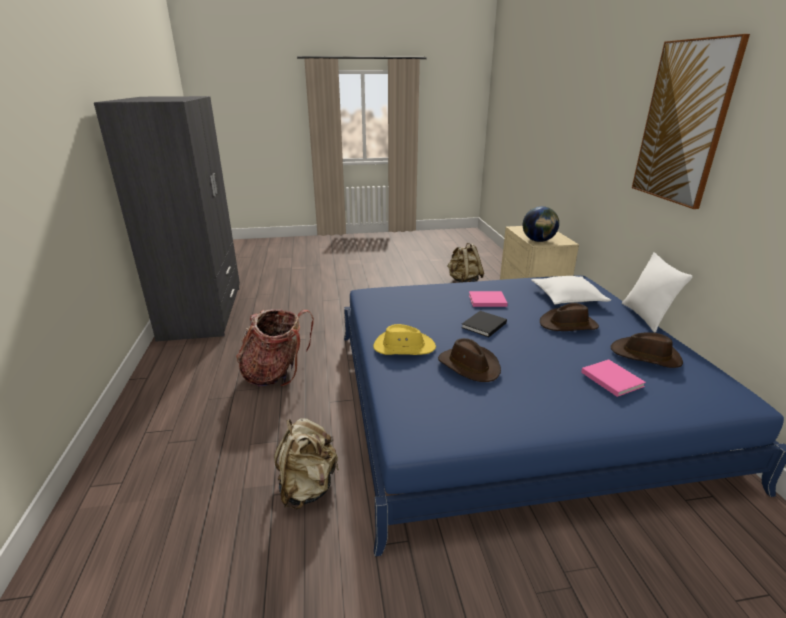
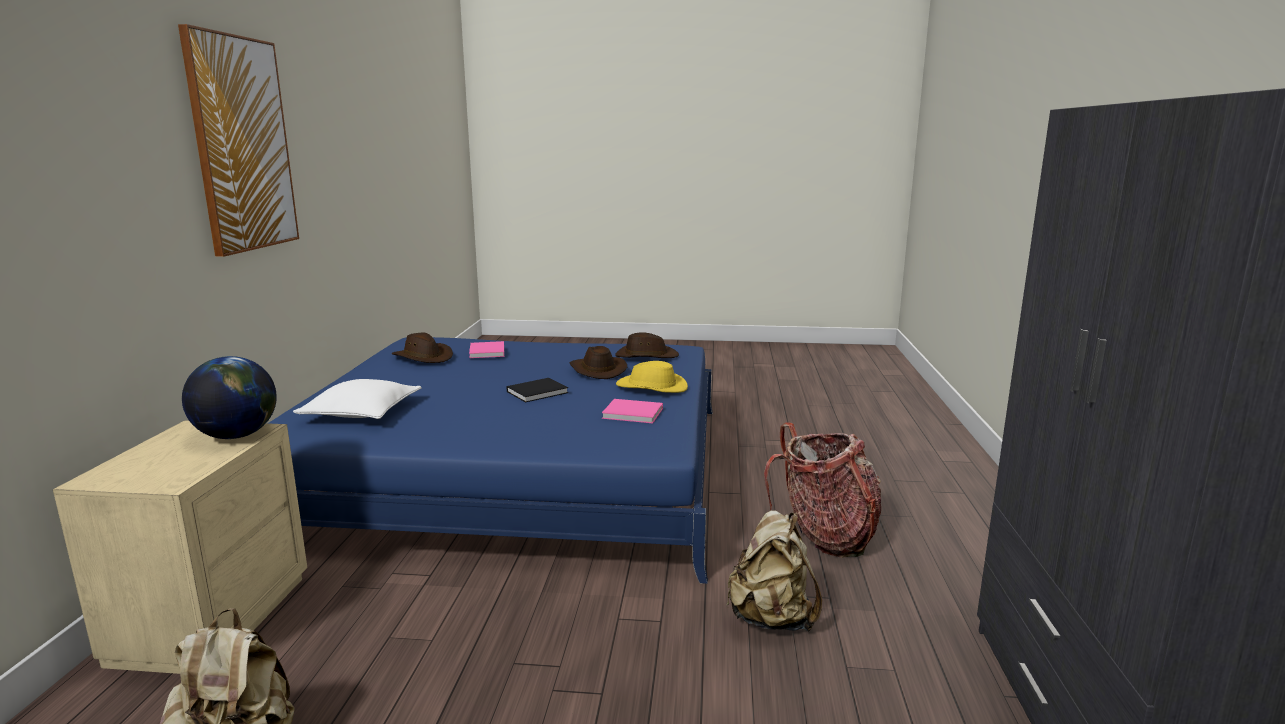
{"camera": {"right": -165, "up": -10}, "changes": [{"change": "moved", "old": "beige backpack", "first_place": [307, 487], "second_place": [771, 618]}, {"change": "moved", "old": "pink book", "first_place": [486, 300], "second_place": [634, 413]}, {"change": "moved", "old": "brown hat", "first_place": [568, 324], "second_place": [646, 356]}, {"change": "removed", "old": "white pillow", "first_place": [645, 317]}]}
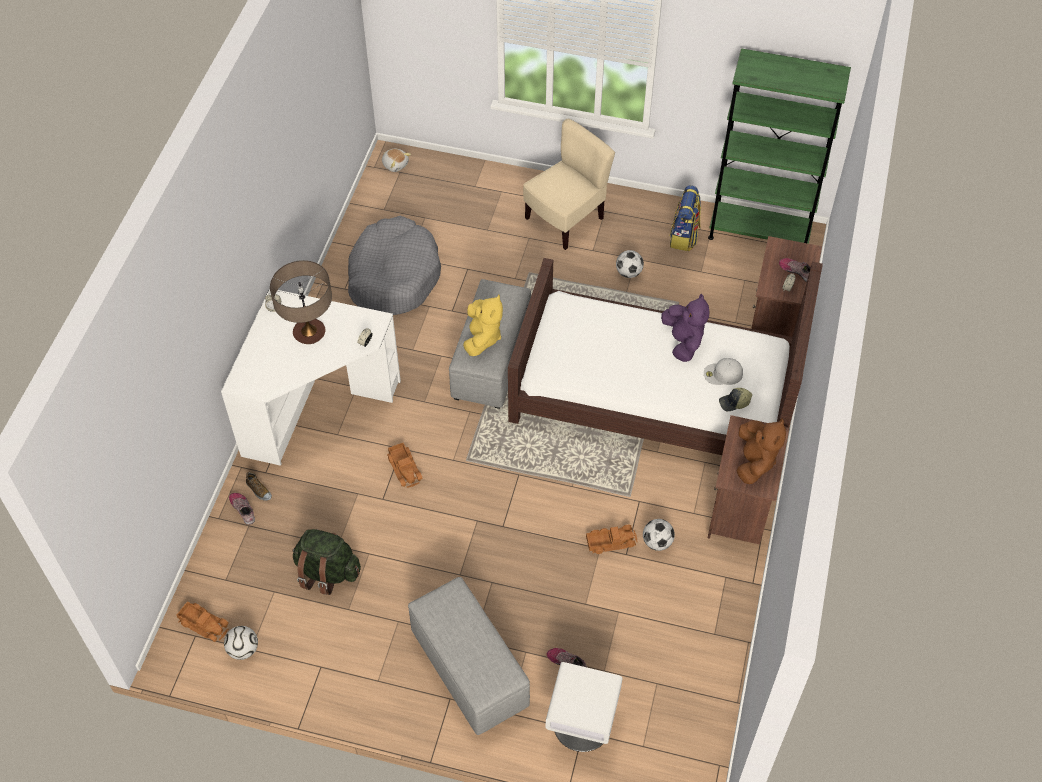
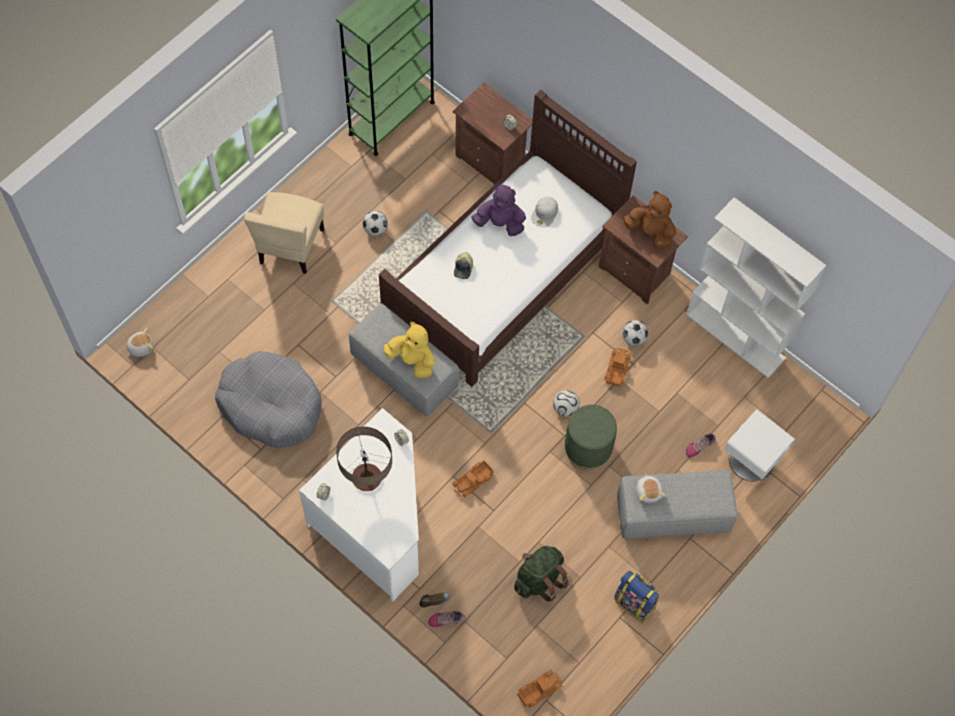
{"camera": {"right": -65, "up": 10}, "changes": [{"change": "moved", "old": "football", "first_place": [243, 649], "second_place": [565, 408]}, {"change": "turned", "old": "toy truck", "first_place": [405, 468], "second_place": [473, 481], "degrees": 135}, {"change": "turned", "old": "beige chair", "first_place": [565, 219], "second_place": [290, 246], "degrees": -150}, {"change": "moved", "old": "backpack", "first_place": [684, 237], "second_place": [635, 603]}, {"change": "moved", "old": "cap", "first_place": [734, 403], "second_place": [463, 268]}, {"change": "removed", "old": "shoe", "first_place": [797, 271]}, {"change": "added", "new": "green ottoman", "second_place": [588, 447]}, {"change": "added", "new": "plush toy", "second_place": [649, 492]}, {"change": "added", "new": "white bookcase", "second_place": [736, 336]}]}
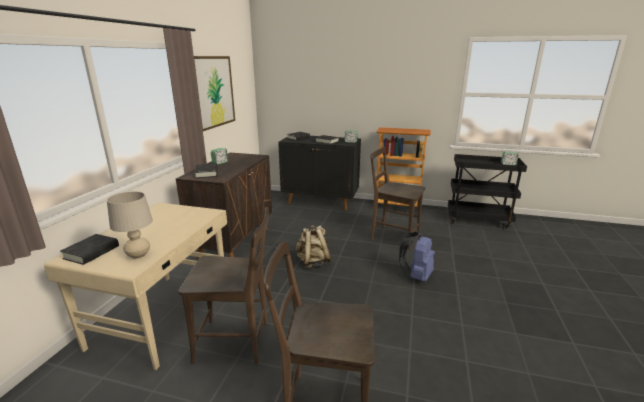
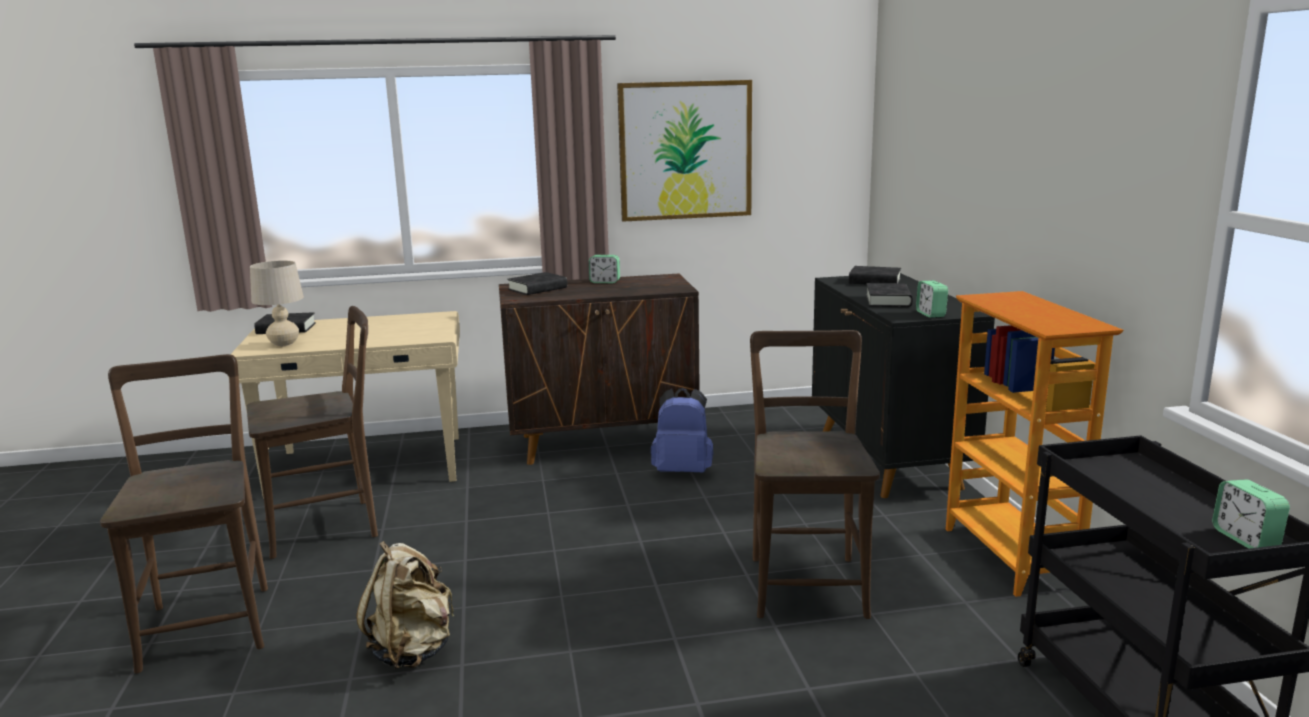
{"camera": {"right": 65, "up": -5}, "changes": [{"change": "turned", "old": "brown chair", "first_place": [237, 341], "second_place": [329, 527], "degrees": -90}, {"change": "moved", "old": "beige backpack", "first_place": [313, 262], "second_place": [413, 650]}, {"change": "moved", "old": "blue backpack", "first_place": [416, 276], "second_place": [683, 471]}]}
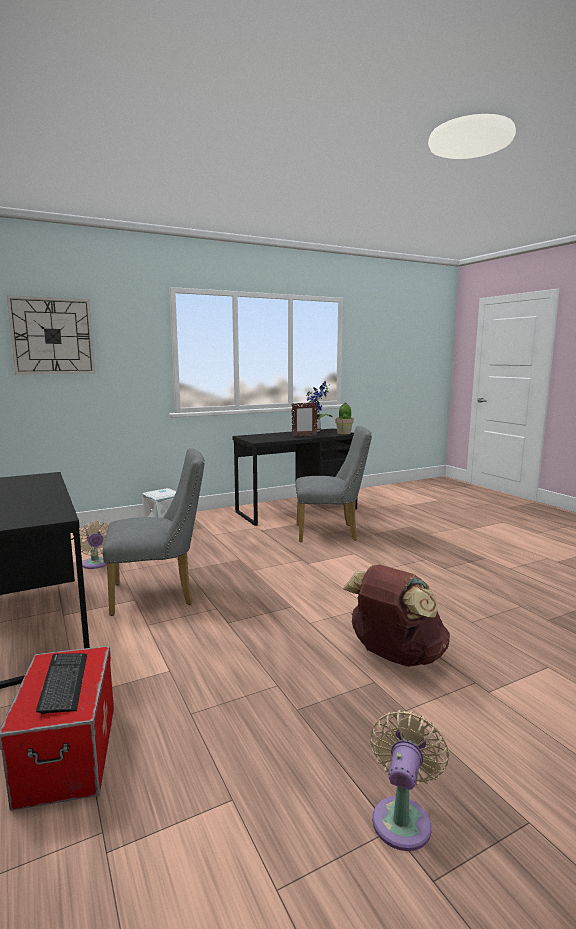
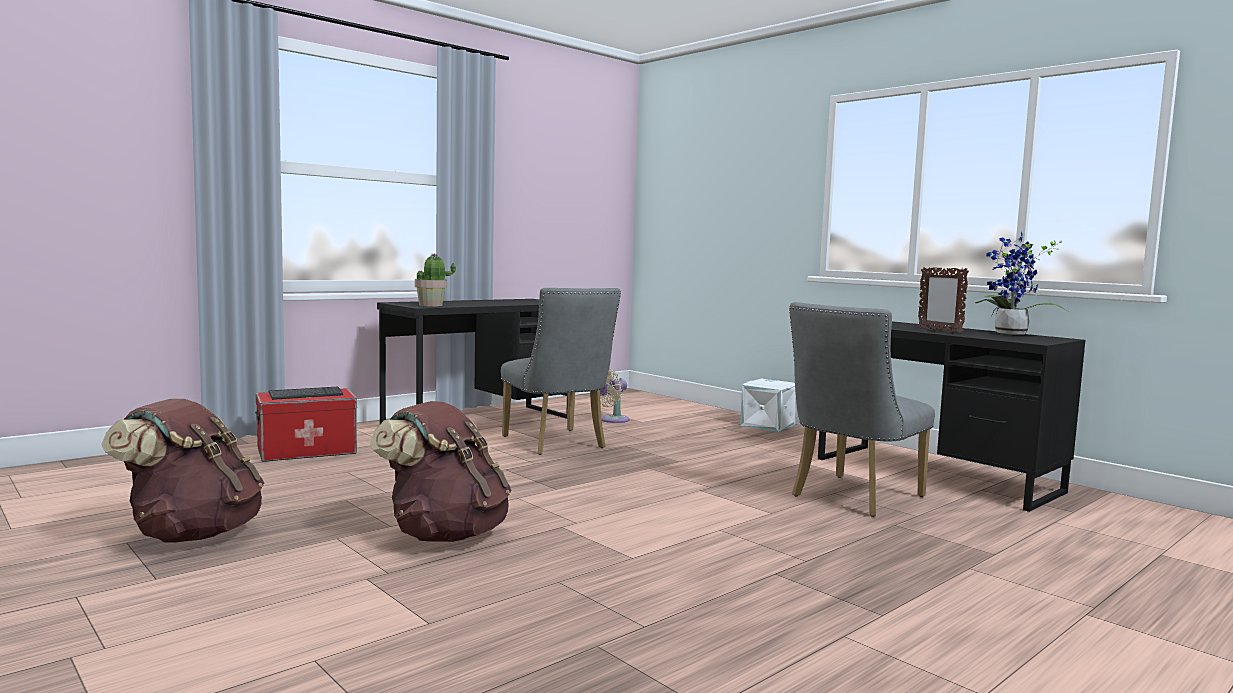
{"camera": {"right": 75, "up": -5}, "changes": [{"change": "removed", "old": "wall clock", "first_place": [52, 336]}, {"change": "turned", "old": "grey chair", "first_place": [331, 533], "second_place": [851, 498], "degrees": 60}, {"change": "moved", "old": "potted plant", "first_place": [344, 433], "second_place": [431, 305]}, {"change": "replaced", "old": "beige fan", "new": "brown backpack", "first_place": [402, 817], "second_place": [192, 534]}]}
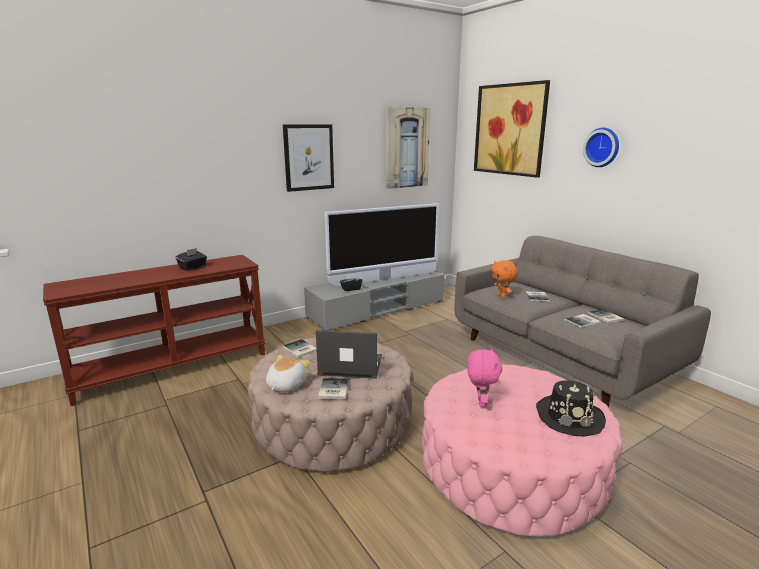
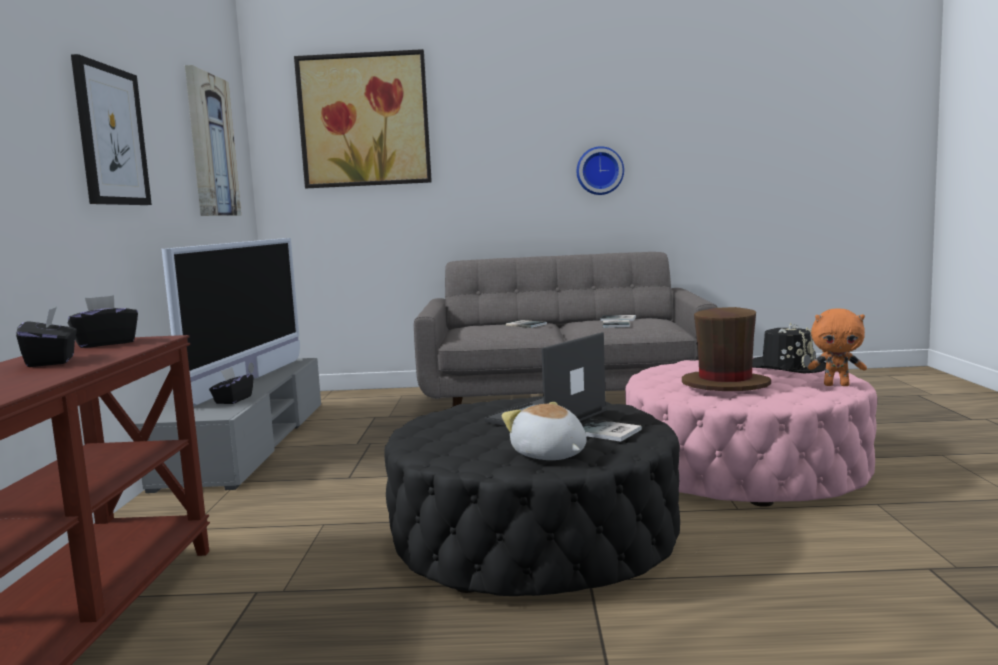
{"camera": {"right": -55, "up": -10}, "changes": [{"change": "recoloured", "old": "beige ottoman", "new": "black ottoman", "first_place": [333, 422], "second_place": [533, 536]}, {"change": "removed", "old": "book", "first_place": [300, 349]}, {"change": "replaced", "old": "pink plush toy", "new": "brown hat", "first_place": [480, 402], "second_place": [725, 385]}, {"change": "moved", "old": "orange plush toy", "first_place": [502, 296], "second_place": [836, 385]}, {"change": "moved", "old": "wall clock", "first_place": [602, 147], "second_place": [599, 171]}, {"change": "added", "new": "black tissue box", "second_place": [105, 343]}]}
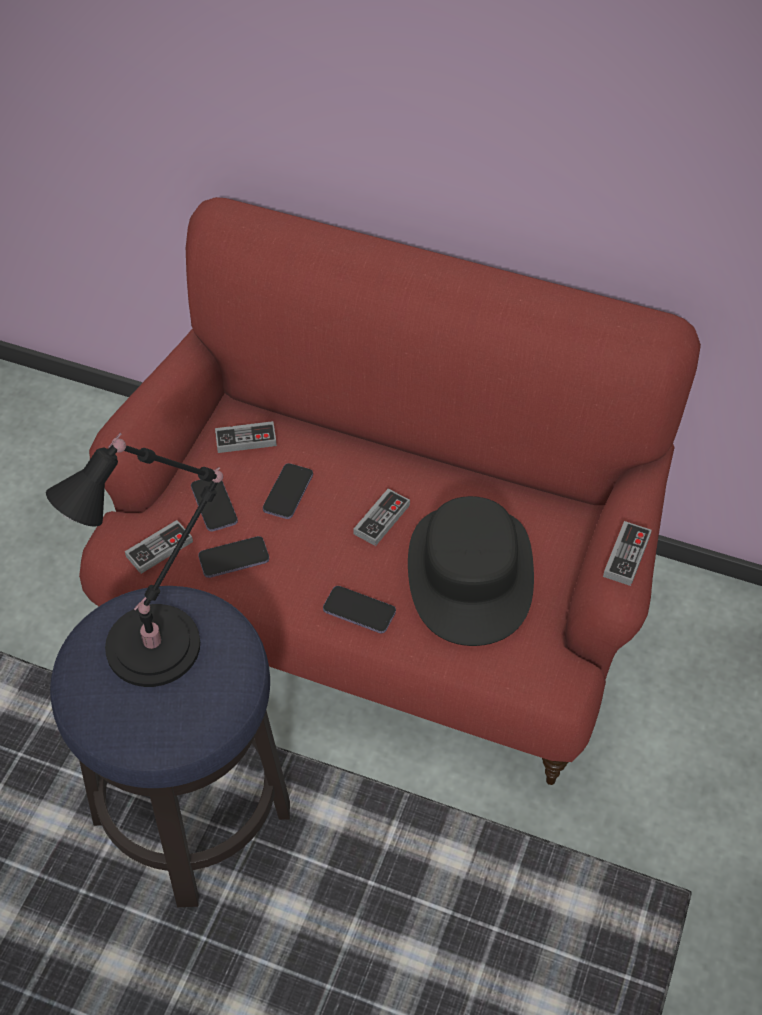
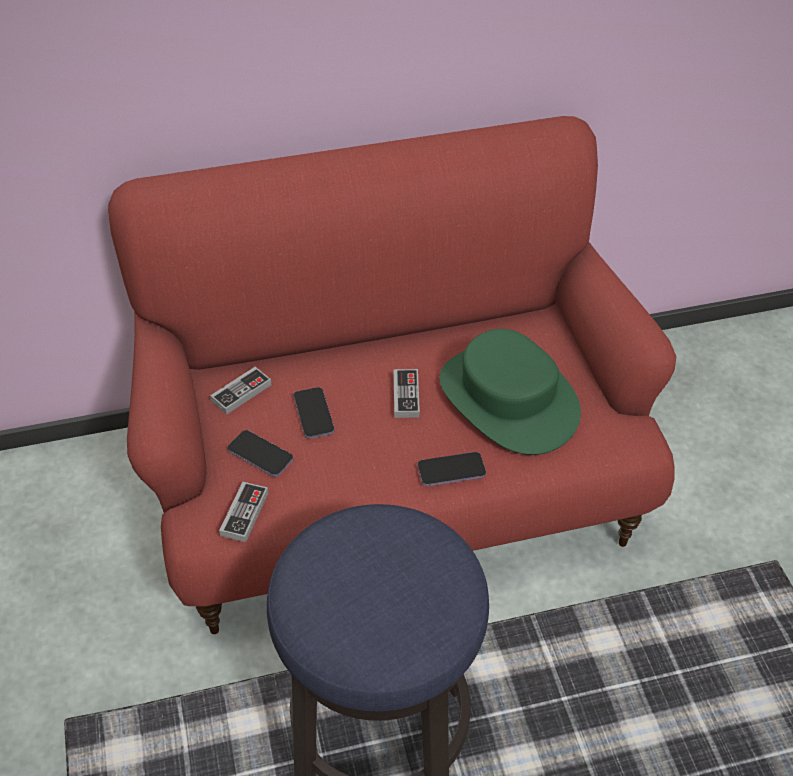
{"camera": {"right": -35, "up": -5}, "changes": [{"change": "removed", "old": "black table lamp", "first_place": [160, 641]}, {"change": "removed", "old": "phone", "first_place": [234, 558]}, {"change": "recoloured", "old": "black hat", "new": "green hat", "first_place": [469, 573], "second_place": [507, 399]}, {"change": "removed", "old": "game controller", "first_place": [626, 556]}]}
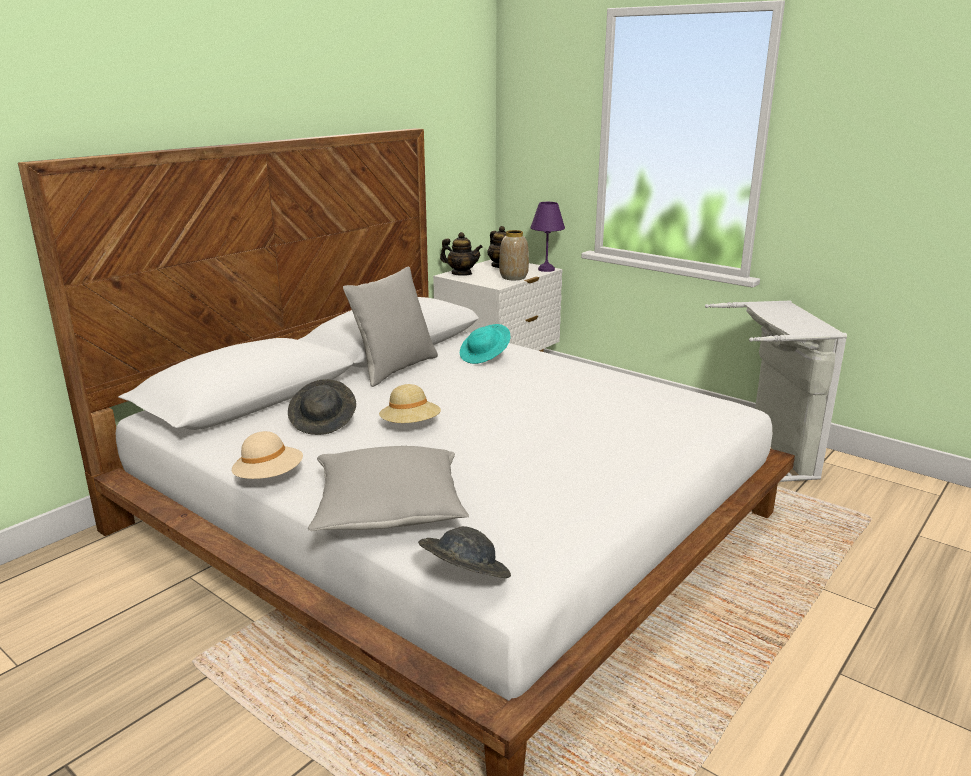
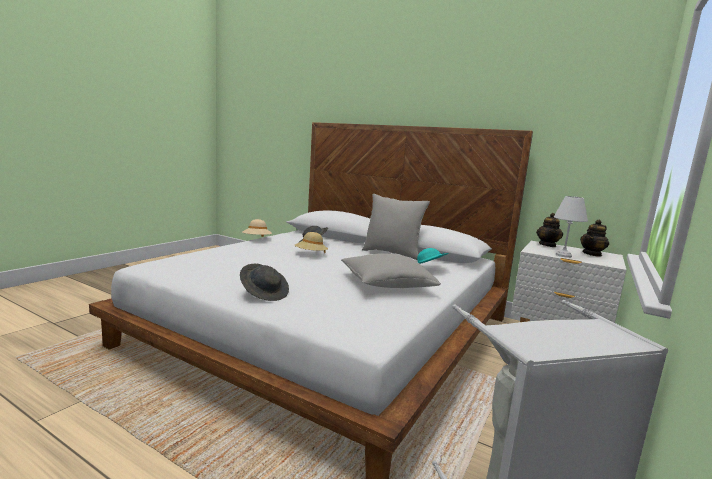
{"camera": {"right": 80, "up": -10}, "changes": [{"change": "moved", "old": "grey pillow", "first_place": [389, 510], "second_place": [386, 284]}, {"change": "moved", "old": "grey hat", "first_place": [464, 577], "second_place": [264, 293]}, {"change": "replaced", "old": "vase", "new": "white table lamp", "first_place": [513, 277], "second_place": [563, 255]}, {"change": "removed", "old": "purple table lamp", "first_place": [547, 269]}]}
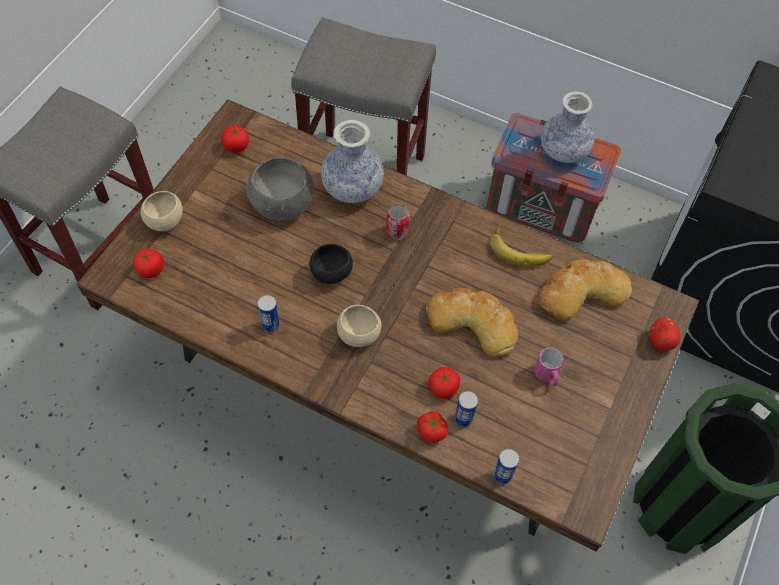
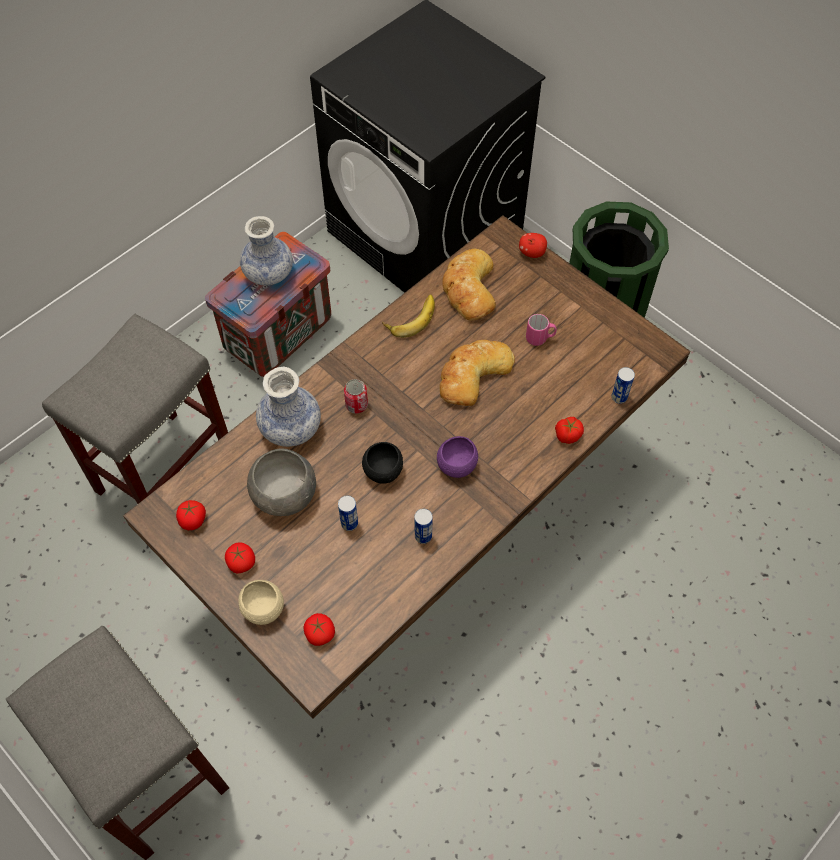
{"camera": {"right": -70, "up": 0}, "changes": [{"change": "recoloured", "old": "beige bowl", "new": "purple bowl", "first_place": [359, 335], "second_place": [457, 465]}, {"change": "moved", "old": "tomato", "first_place": [443, 388], "second_place": [241, 562]}, {"change": "moved", "old": "can", "first_place": [463, 419], "second_place": [349, 523]}]}
